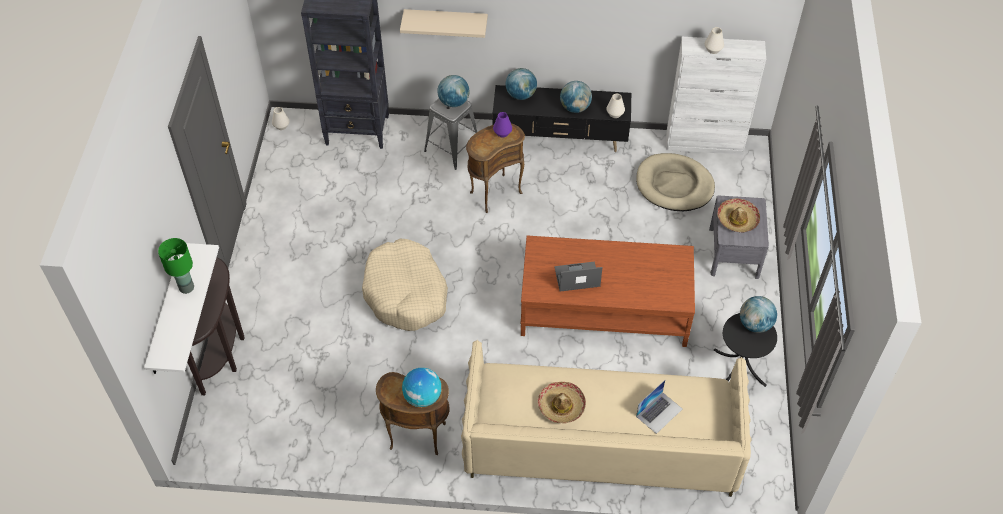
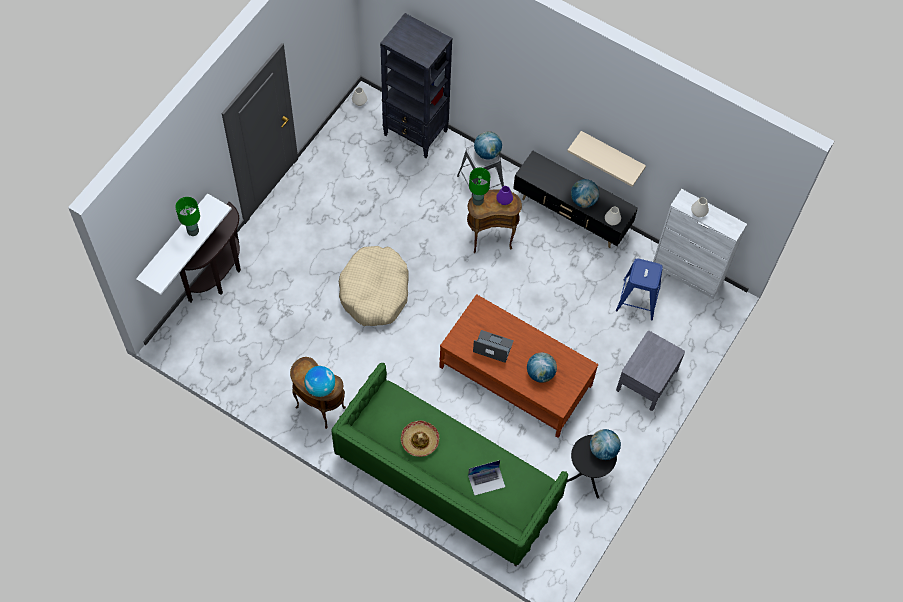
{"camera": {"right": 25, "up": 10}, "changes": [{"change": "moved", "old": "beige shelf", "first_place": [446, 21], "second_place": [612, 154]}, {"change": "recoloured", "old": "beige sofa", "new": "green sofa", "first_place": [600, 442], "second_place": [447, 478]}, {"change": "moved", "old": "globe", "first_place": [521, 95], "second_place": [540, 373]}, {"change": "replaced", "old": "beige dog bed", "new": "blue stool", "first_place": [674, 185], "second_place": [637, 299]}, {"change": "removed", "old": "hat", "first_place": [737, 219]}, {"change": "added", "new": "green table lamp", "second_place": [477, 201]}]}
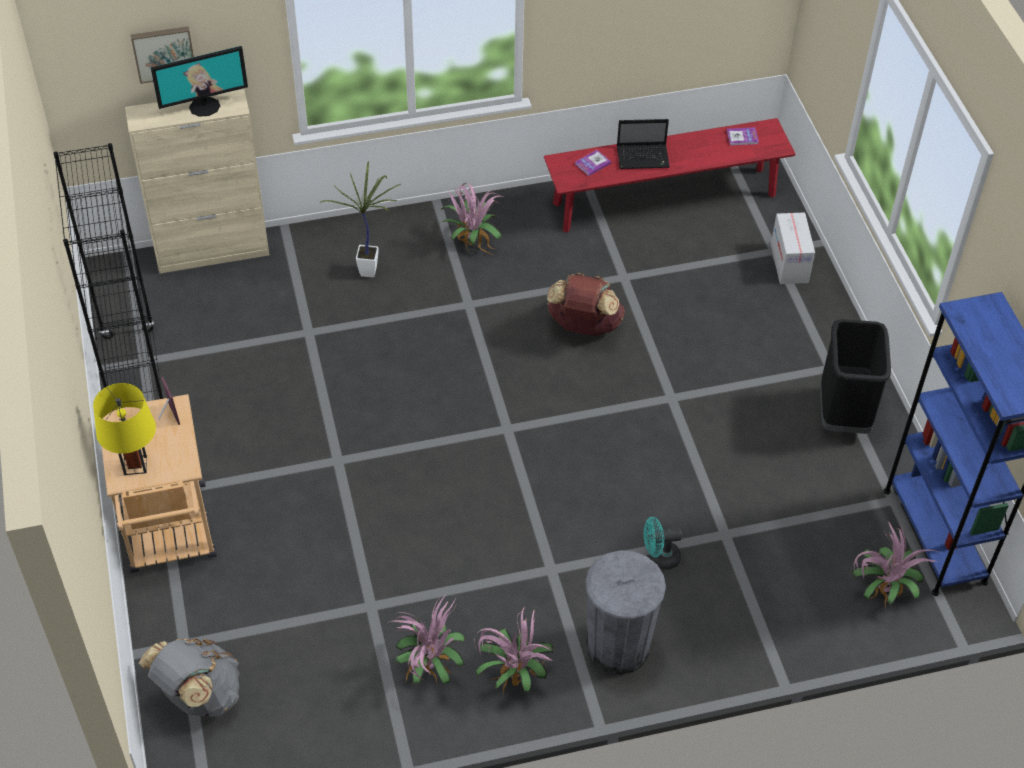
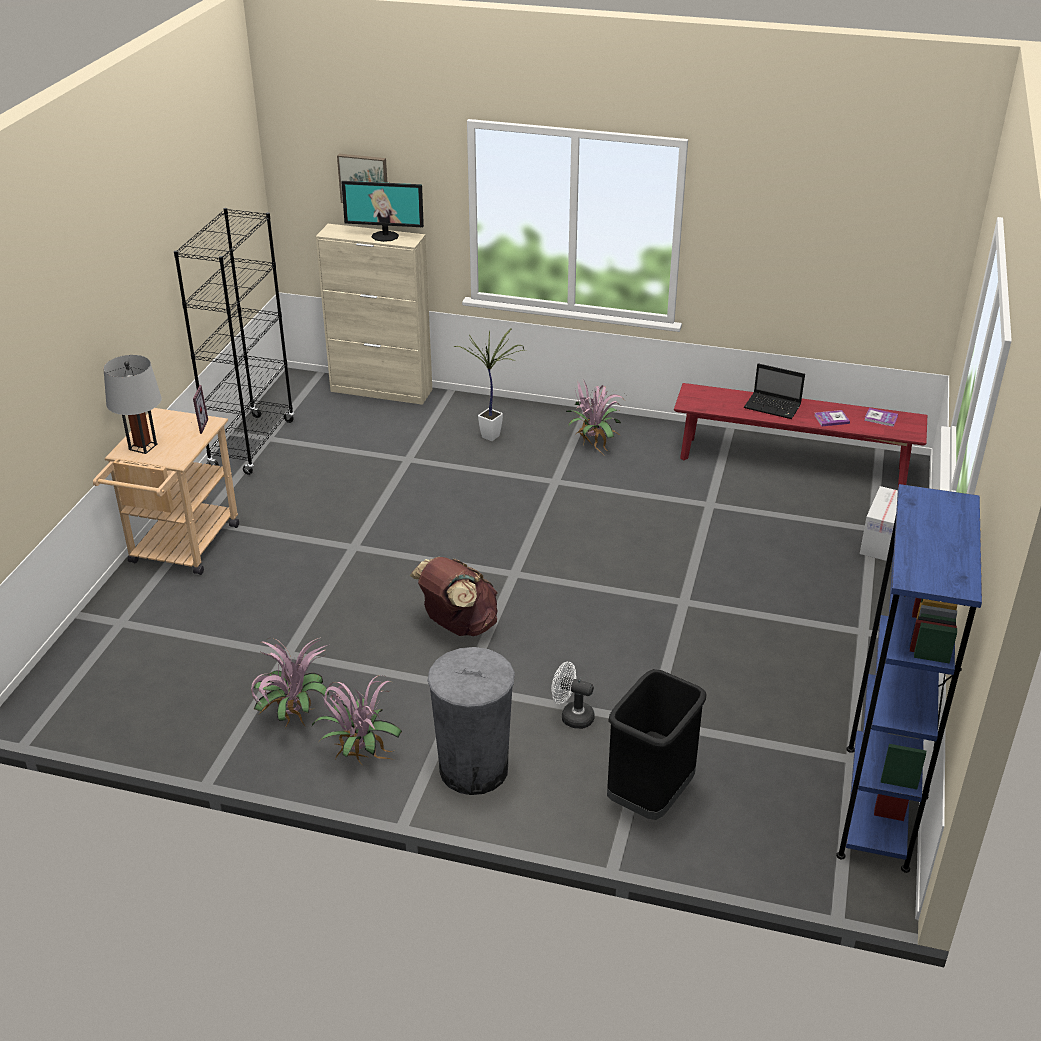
{"camera": {"right": 30, "up": -15}, "changes": [{"change": "recoloured", "old": "yellow table lamp", "new": "grey table lamp", "first_place": [135, 465], "second_place": [143, 447]}, {"change": "removed", "old": "grey backpack", "first_place": [199, 695]}, {"change": "moved", "old": "brown backpack", "first_place": [583, 326], "second_place": [458, 625]}, {"change": "moved", "old": "book", "first_place": [592, 163], "second_place": [831, 419]}, {"change": "recoloured", "old": "turquoise fan", "new": "white fan", "first_place": [659, 558], "second_place": [572, 716]}, {"change": "moved", "old": "black trash can", "first_place": [843, 414], "second_place": [650, 795]}, {"change": "removed", "old": "potted plant", "first_place": [882, 592]}]}
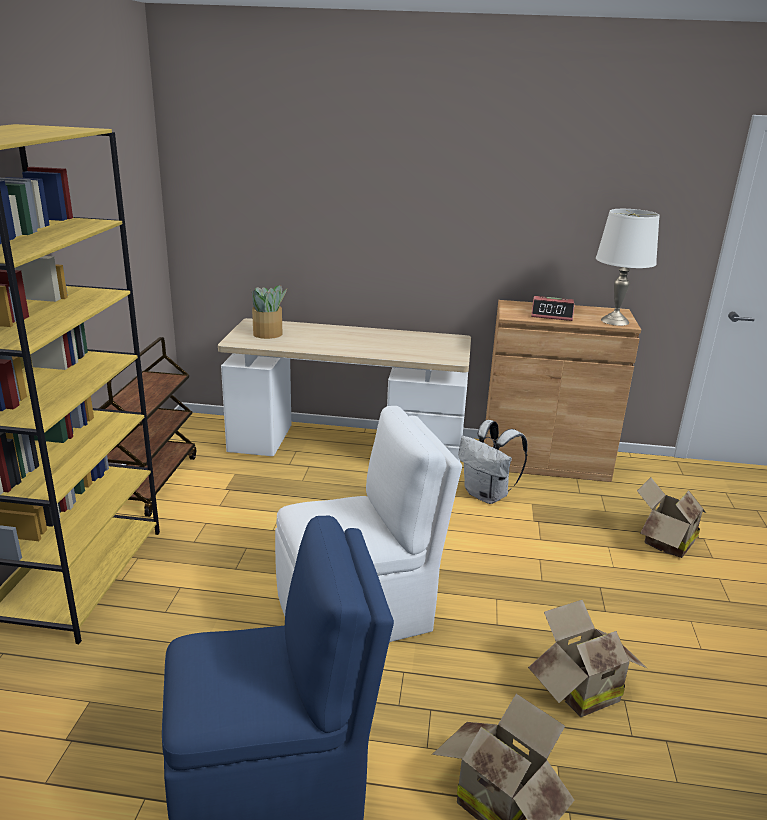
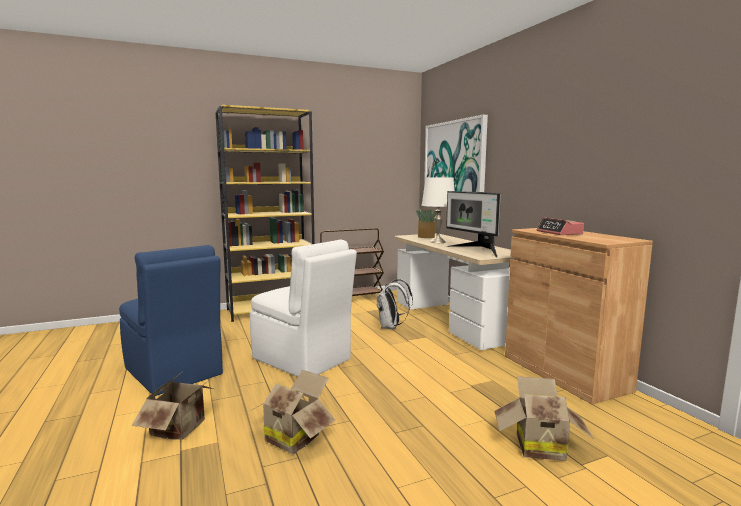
{"camera": {"right": 60, "up": -15}, "changes": [{"change": "moved", "old": "white backpack", "first_place": [487, 495], "second_place": [391, 327]}, {"change": "moved", "old": "white table lamp", "first_place": [614, 321], "second_place": [437, 242]}, {"change": "added", "new": "picture", "second_place": [454, 160]}, {"change": "added", "new": "monitor", "second_place": [477, 250]}]}
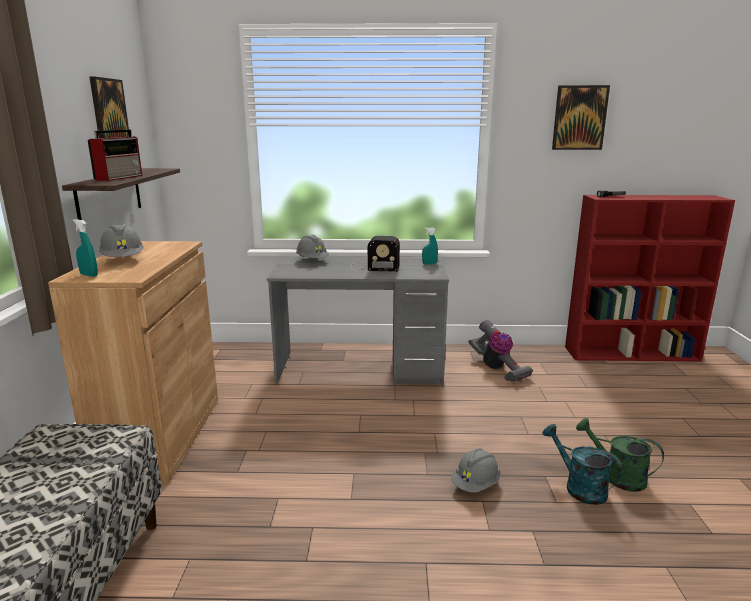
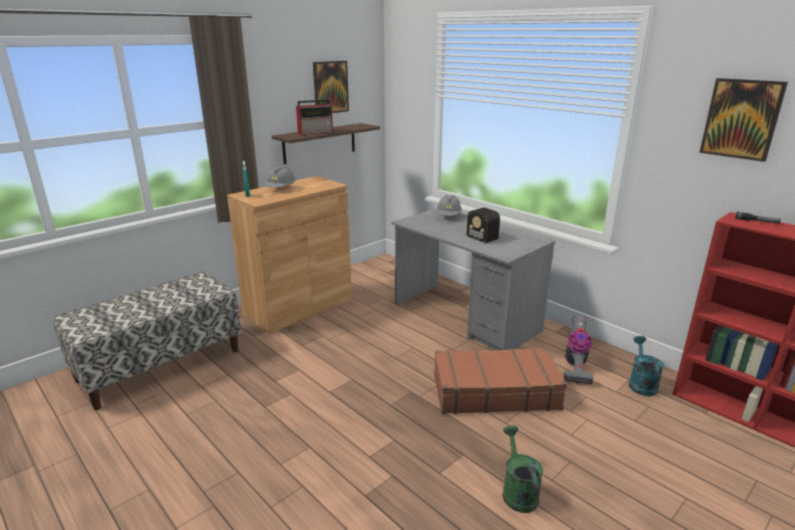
{"camera": {"right": 45, "up": 5}, "changes": [{"change": "removed", "old": "turquoise spray bottle", "first_place": [429, 264]}, {"change": "removed", "old": "grey hard hat", "first_place": [475, 485]}, {"change": "moved", "old": "turquoise watering can", "first_place": [579, 487], "second_place": [641, 383]}, {"change": "added", "new": "brown suitcase", "second_place": [494, 391]}]}
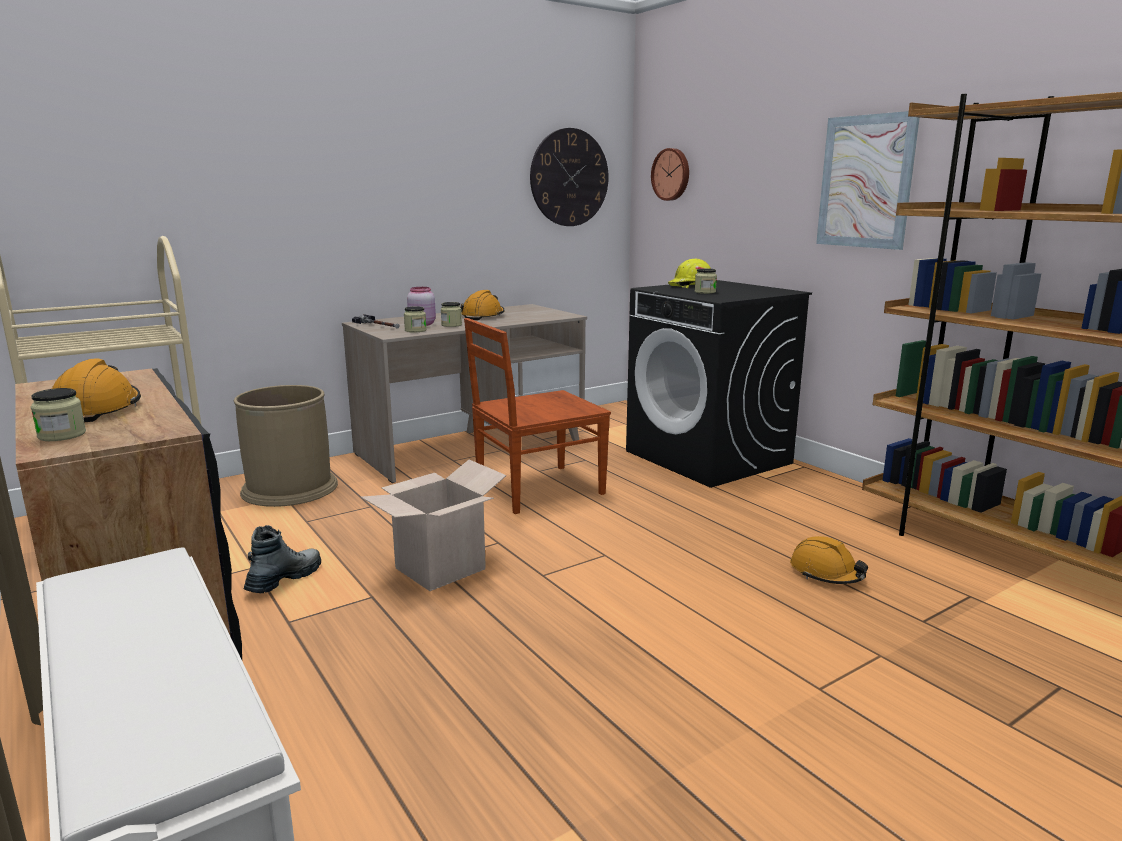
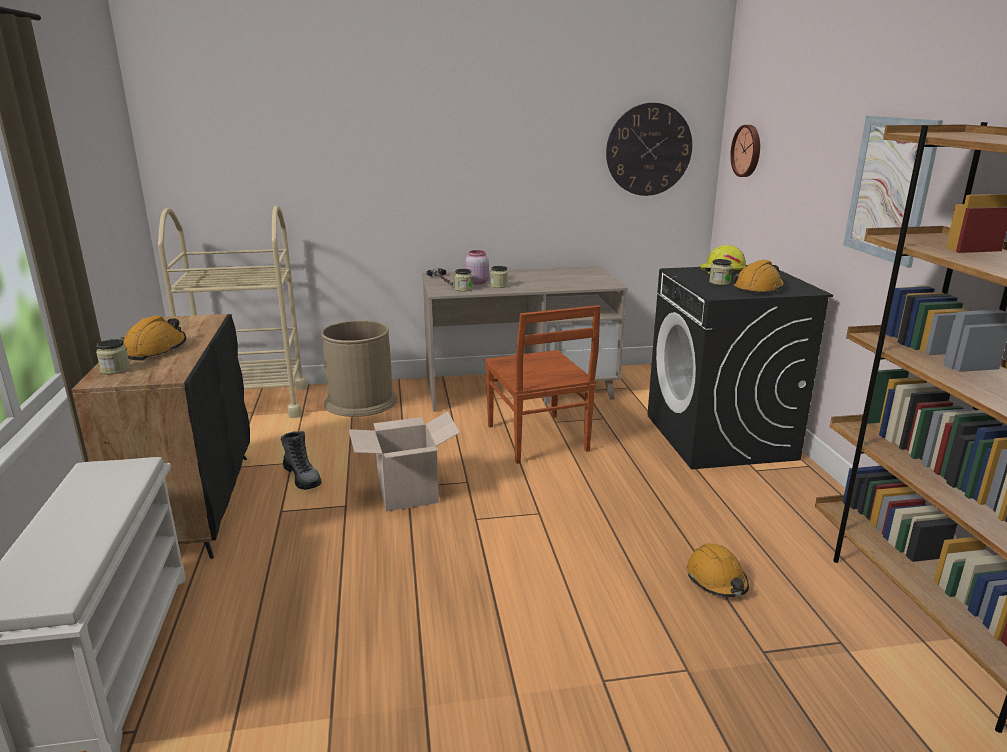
{"camera": {"right": 25, "up": 5}, "changes": [{"change": "turned", "old": "boot", "first_place": [284, 579], "second_place": [302, 477], "degrees": 90}, {"change": "moved", "old": "orange hard hat", "first_place": [483, 316], "second_place": [758, 288]}, {"change": "turned", "old": "brown chair", "first_place": [536, 489], "second_place": [537, 439], "degrees": -105}]}
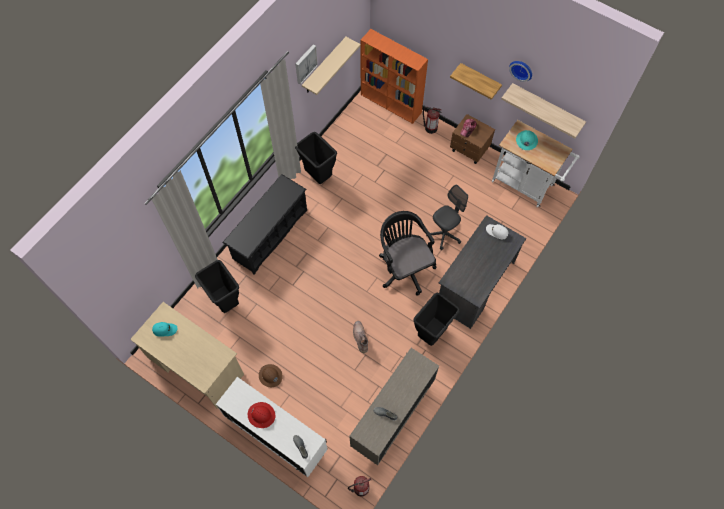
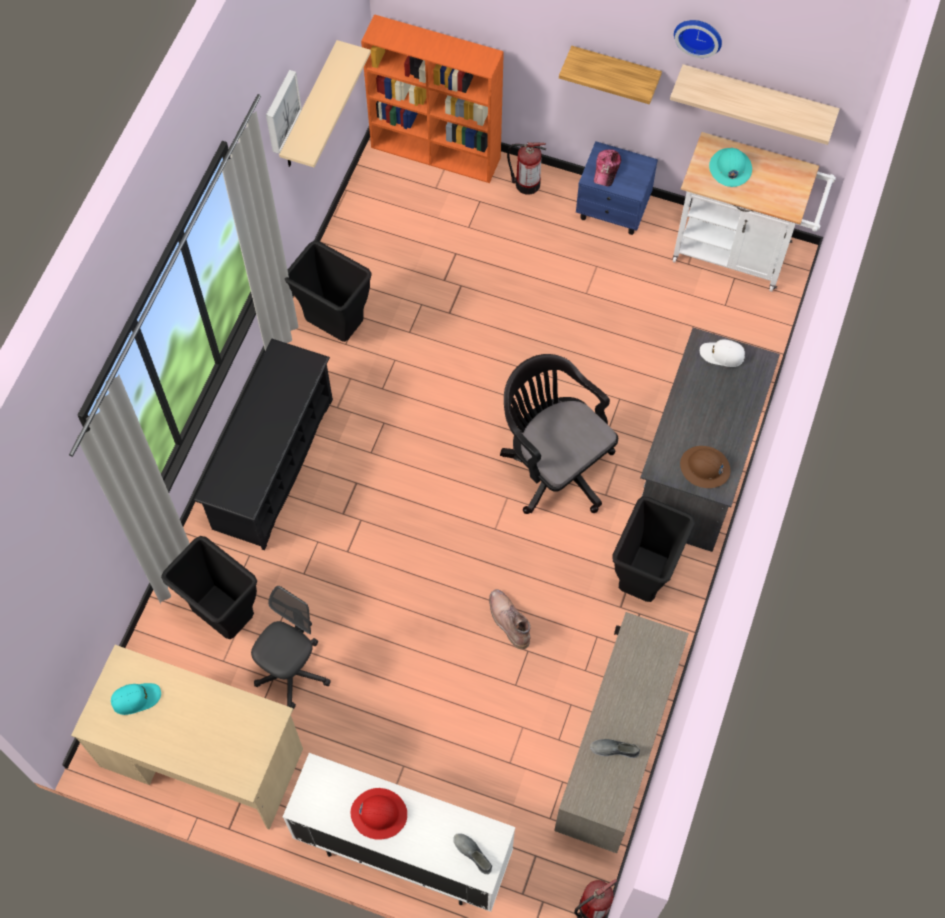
{"camera": {"right": -15, "up": 0}, "changes": [{"change": "moved", "old": "brown hard hat", "first_place": [270, 376], "second_place": [704, 468]}, {"change": "moved", "old": "grey office chair", "first_place": [444, 234], "second_place": [292, 672]}, {"change": "recoloured", "old": "brown nightstand", "new": "blue nightstand", "first_place": [469, 150], "second_place": [613, 210]}]}
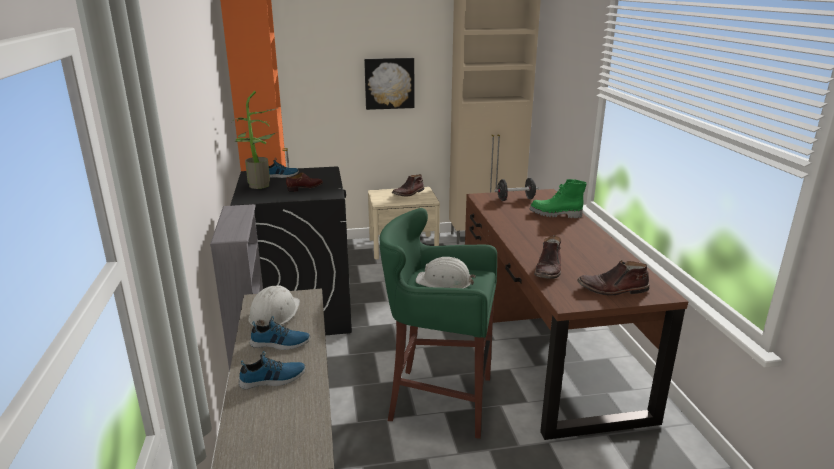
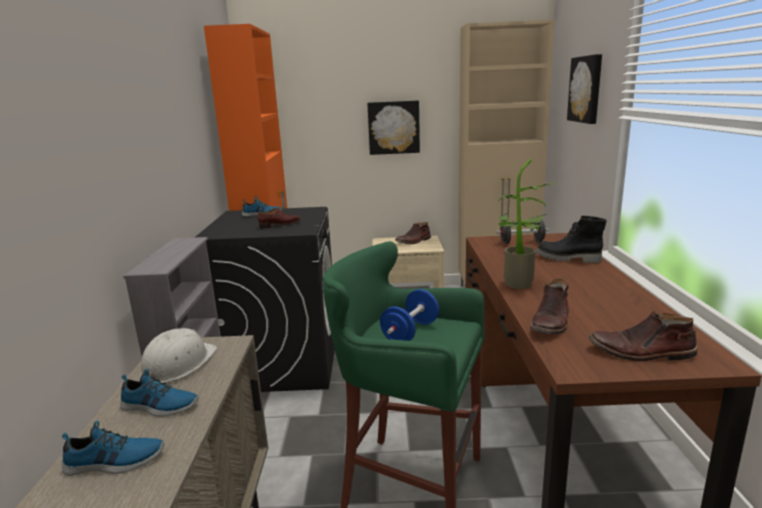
{"camera": {"right": 10, "up": -5}, "changes": [{"change": "moved", "old": "potted plant", "first_place": [259, 186], "second_place": [519, 285]}, {"change": "replaced", "old": "white hard hat", "new": "blue dumbbell", "first_place": [444, 281], "second_place": [410, 332]}, {"change": "recoloured", "old": "green boot", "new": "black boot", "first_place": [555, 215], "second_place": [568, 259]}, {"change": "added", "new": "picture", "second_place": [586, 89]}]}
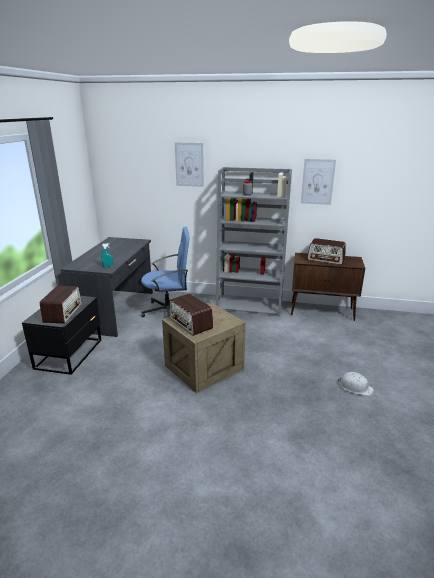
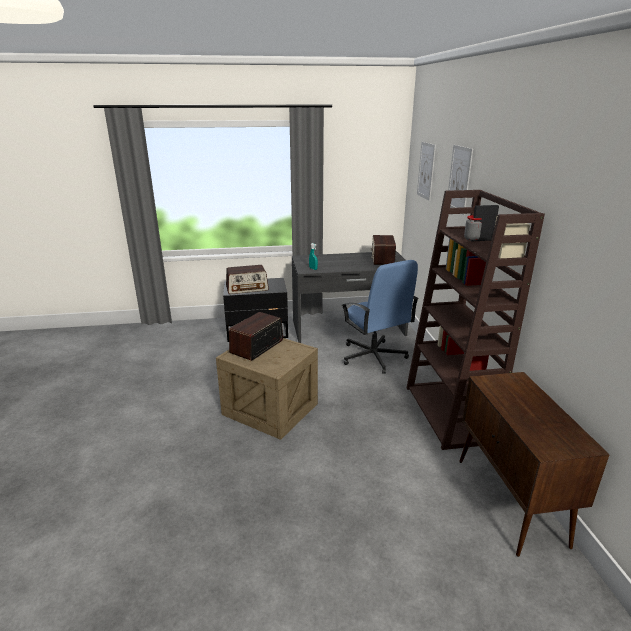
{"camera": {"right": 70, "up": 0}, "changes": [{"change": "recoloured", "old": "grey bookcase", "new": "brown bookcase", "first_place": [250, 305], "second_place": [449, 414]}, {"change": "moved", "old": "picture", "first_place": [317, 182], "second_place": [426, 171]}, {"change": "moved", "old": "radio", "first_place": [326, 259], "second_place": [382, 259]}, {"change": "removed", "old": "white hard hat", "first_place": [355, 387]}]}
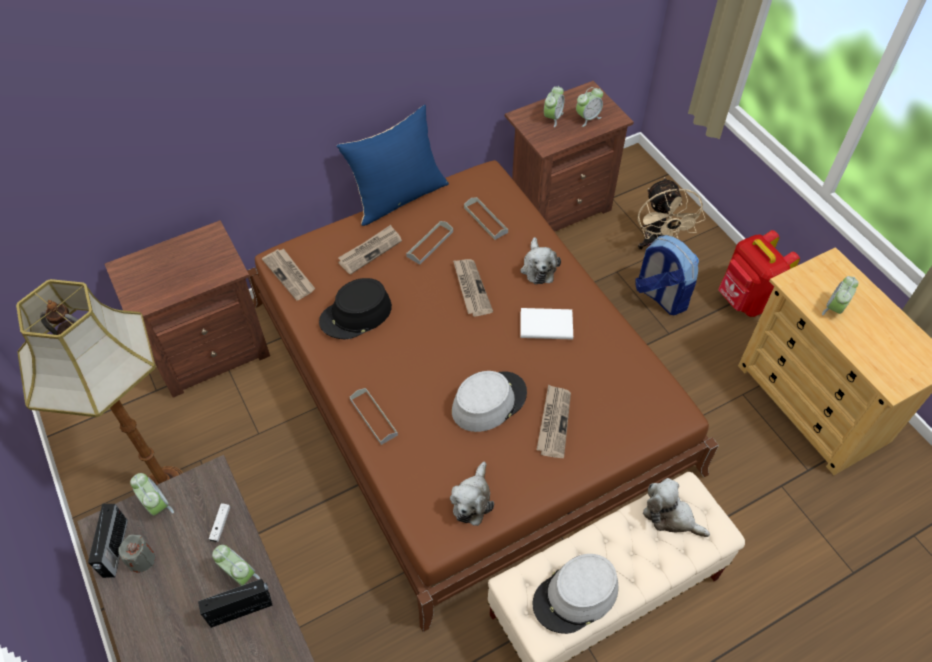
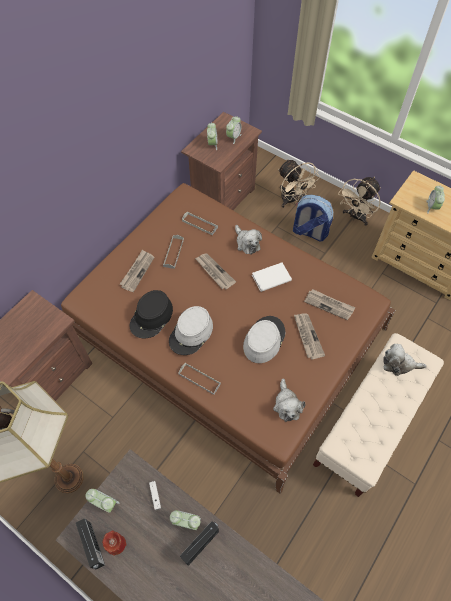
{"camera": {"right": -25, "up": 5}, "changes": [{"change": "recoloured", "old": "grey candle", "new": "red candle", "first_place": [142, 559], "second_place": [116, 544]}, {"change": "moved", "old": "newspaper", "first_place": [290, 275], "second_place": [329, 305]}, {"change": "removed", "old": "blue pillow", "first_place": [398, 197]}, {"change": "moved", "old": "grey hat", "first_place": [576, 596], "second_place": [191, 333]}, {"change": "replaced", "old": "red backpack", "new": "beige fan", "first_place": [744, 300], "second_place": [355, 217]}]}
